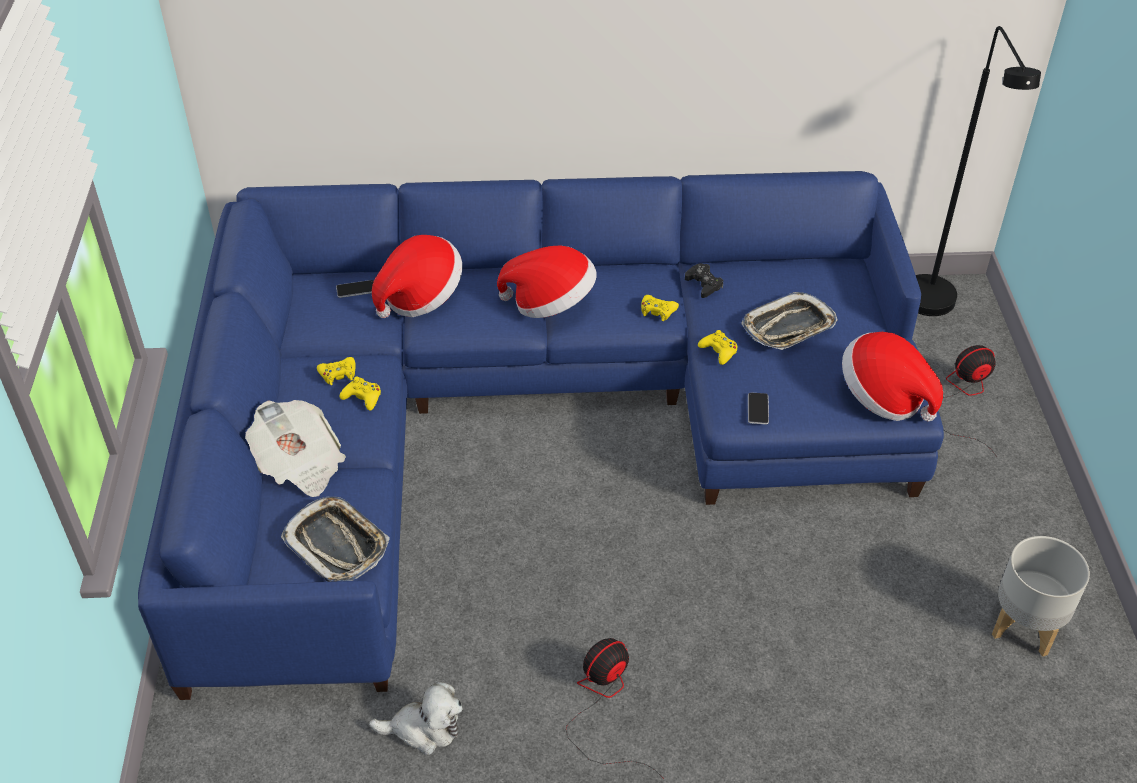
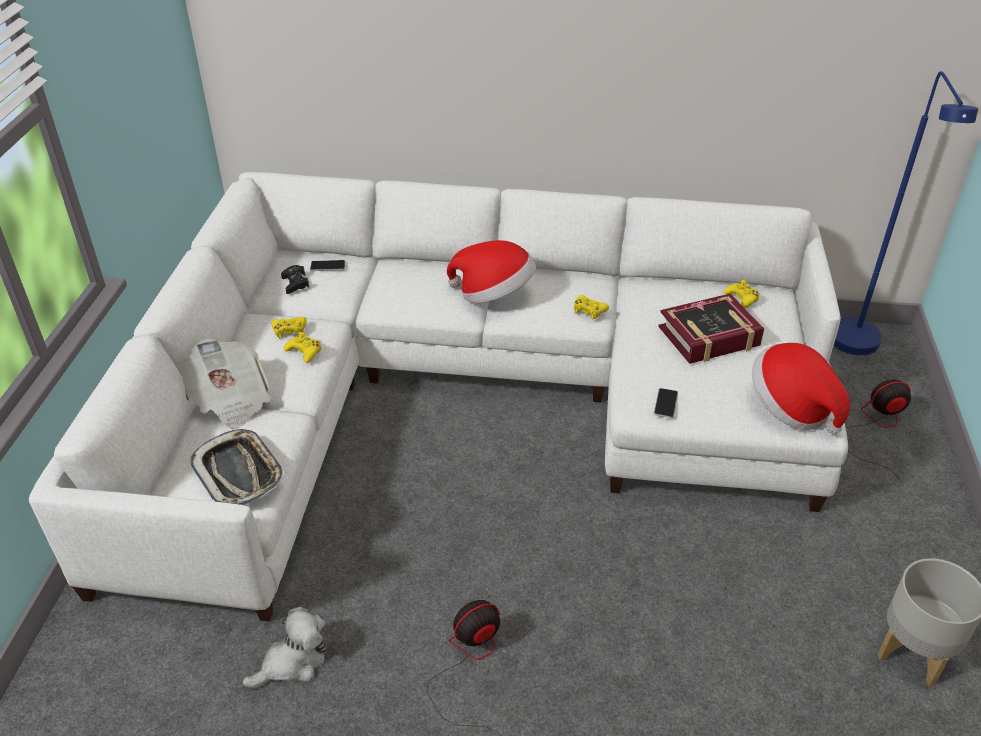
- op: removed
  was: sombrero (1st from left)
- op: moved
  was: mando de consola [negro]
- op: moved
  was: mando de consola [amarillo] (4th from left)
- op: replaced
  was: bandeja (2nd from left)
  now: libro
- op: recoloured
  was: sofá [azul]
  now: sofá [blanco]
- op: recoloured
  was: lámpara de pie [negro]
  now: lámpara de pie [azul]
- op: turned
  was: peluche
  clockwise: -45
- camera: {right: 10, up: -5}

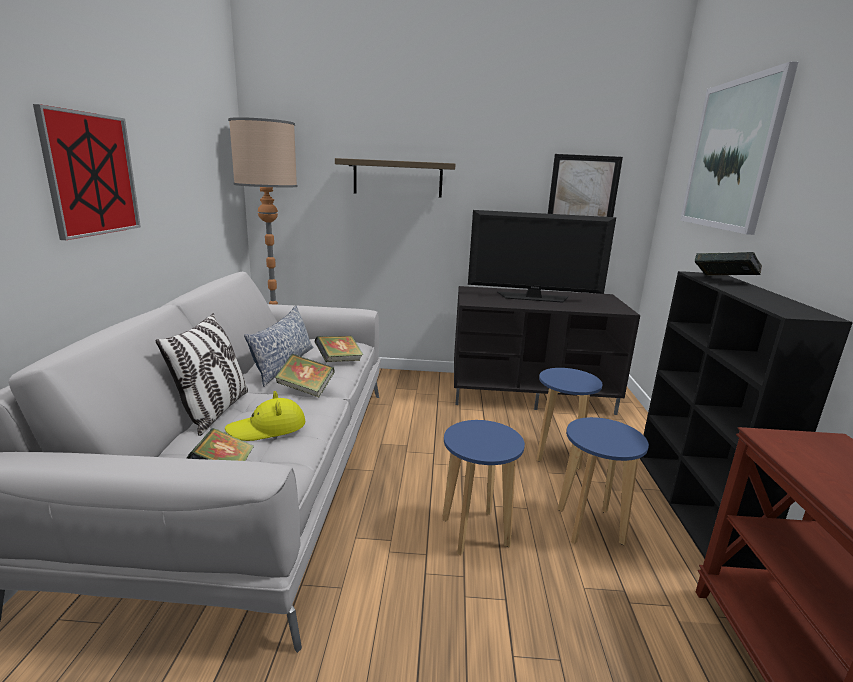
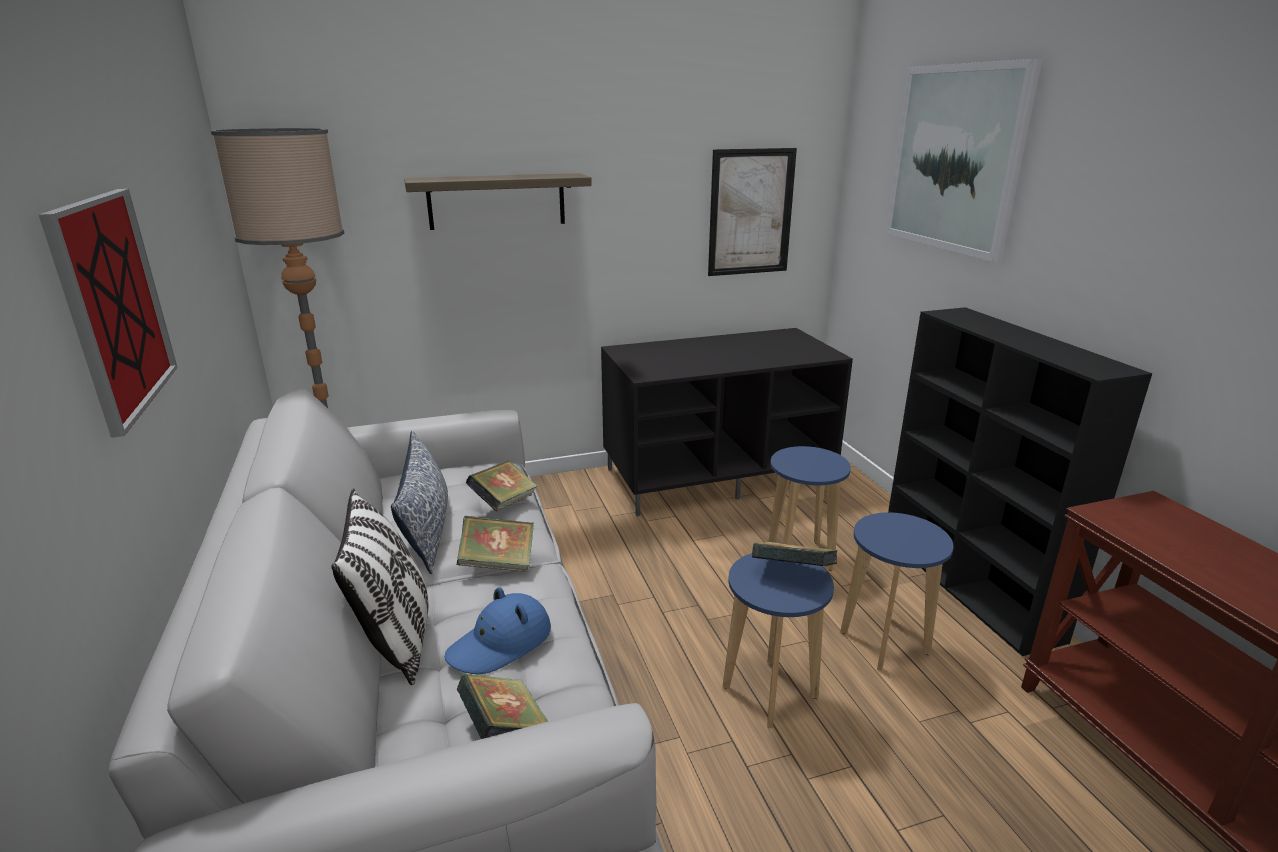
- op: removed
  was: televisor
- op: moved
  was: libro (4th from left)
- op: recoloured
  was: sombrero [amarillo]
  now: sombrero [azul]
- camera: {right: -20, up: 5}

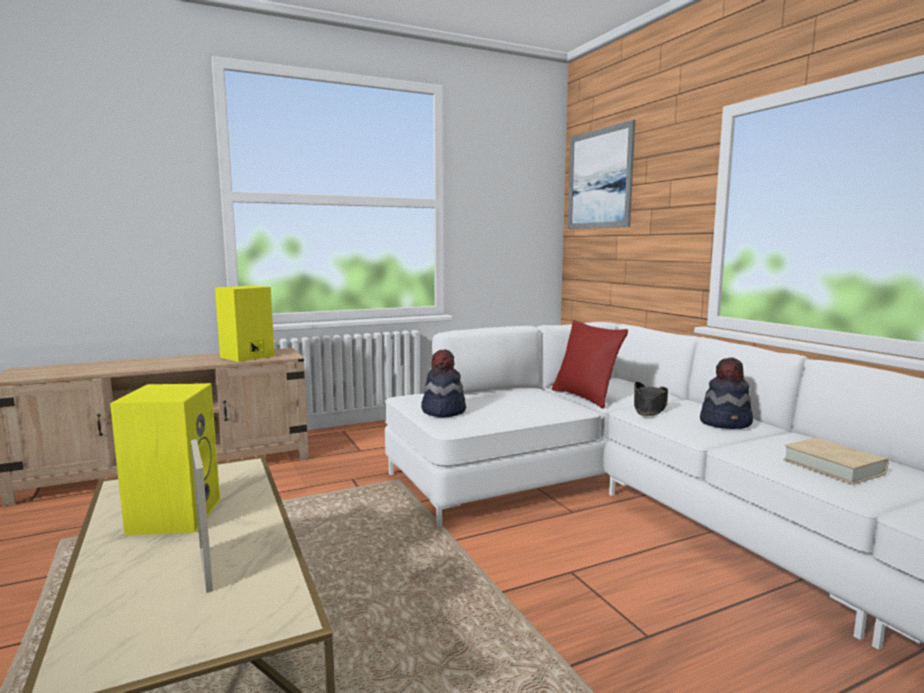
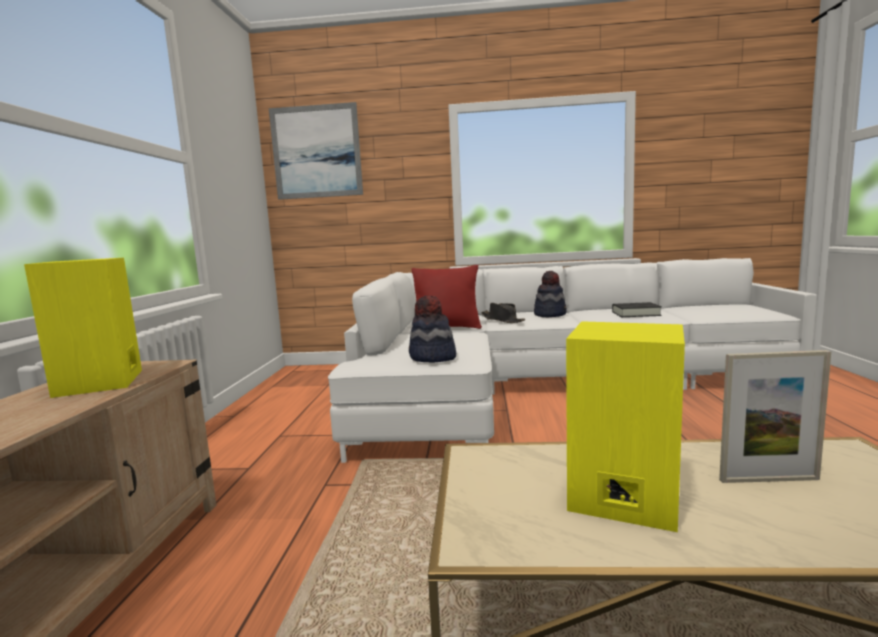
- op: recoloured
  was: libro [beis]
  now: libro [negro]
- camera: {right: -60, up: 0}

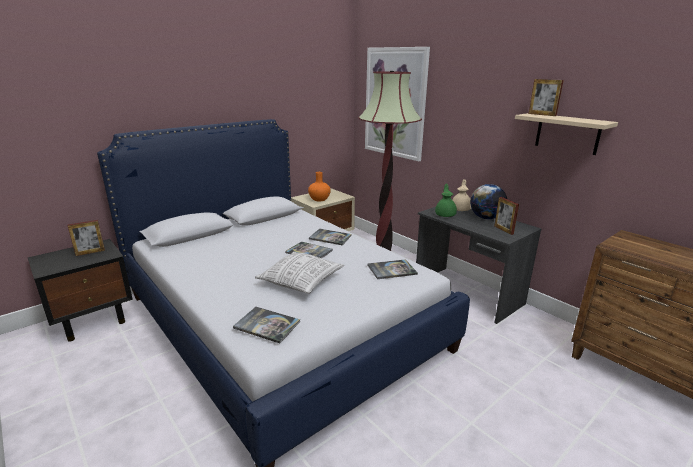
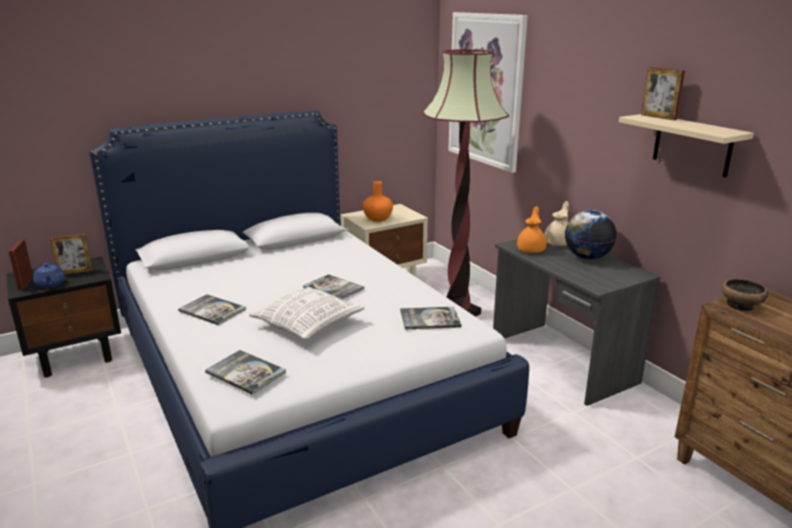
- op: added
  now: tetera [azul]
- op: added
  now: cuenco
- op: moved
  was: libro (3rd from left in the first image)
  now: libro (1st from left)
- op: moved
  was: portarretratos (2nd from left in the first image)
  now: portarretratos (1st from left)
- op: recoloured
  was: tetera [verde]
  now: tetera [naranja]
- camera: {right: 10, up: 0}

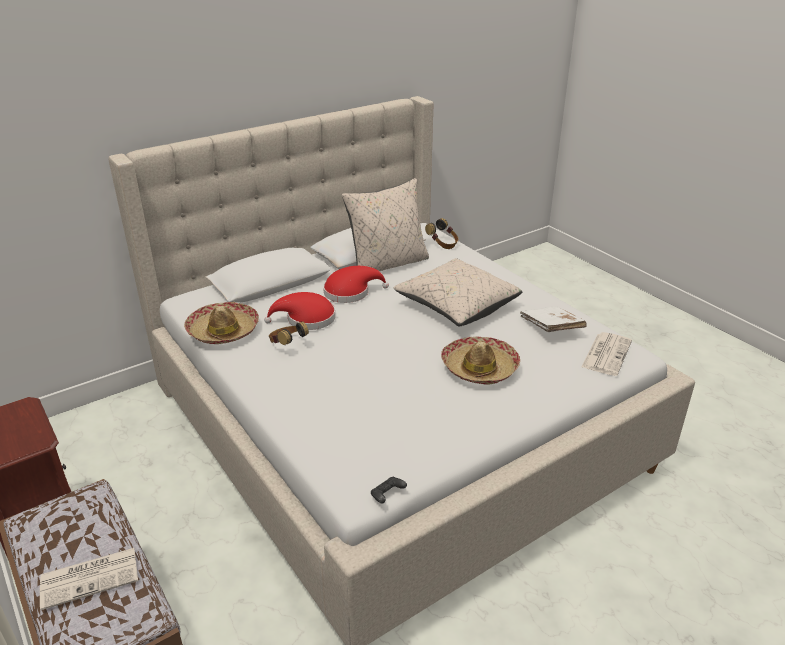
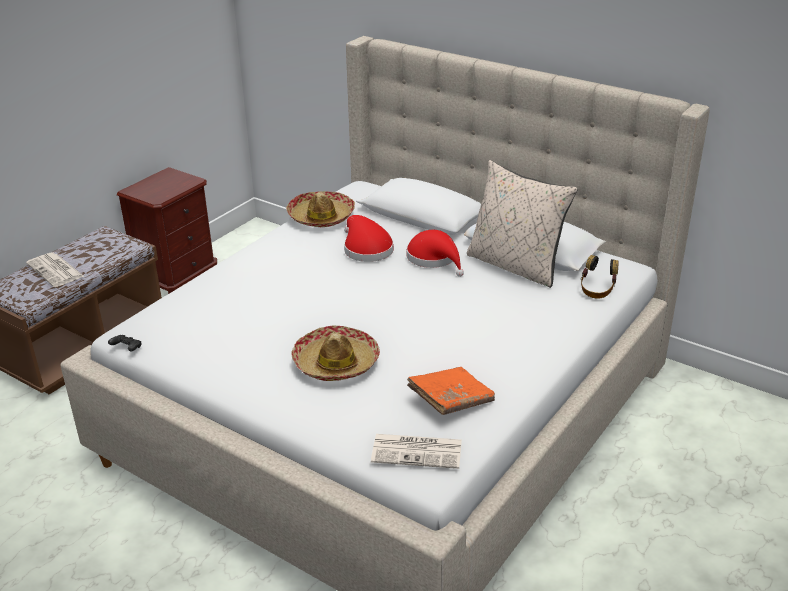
- op: removed
  was: auriculares (1st from left)
- op: removed
  was: cojín [beis] (2nd from left)
- op: recoloured
  was: libro [blanco]
  now: libro [naranja]
- camera: {right: 70, up: 0}

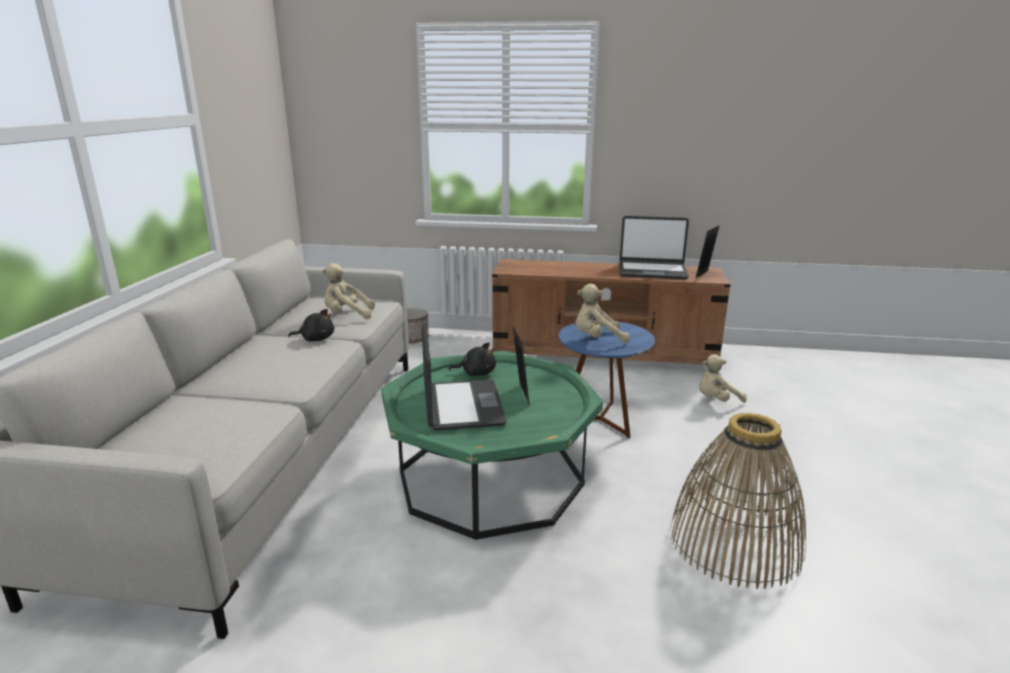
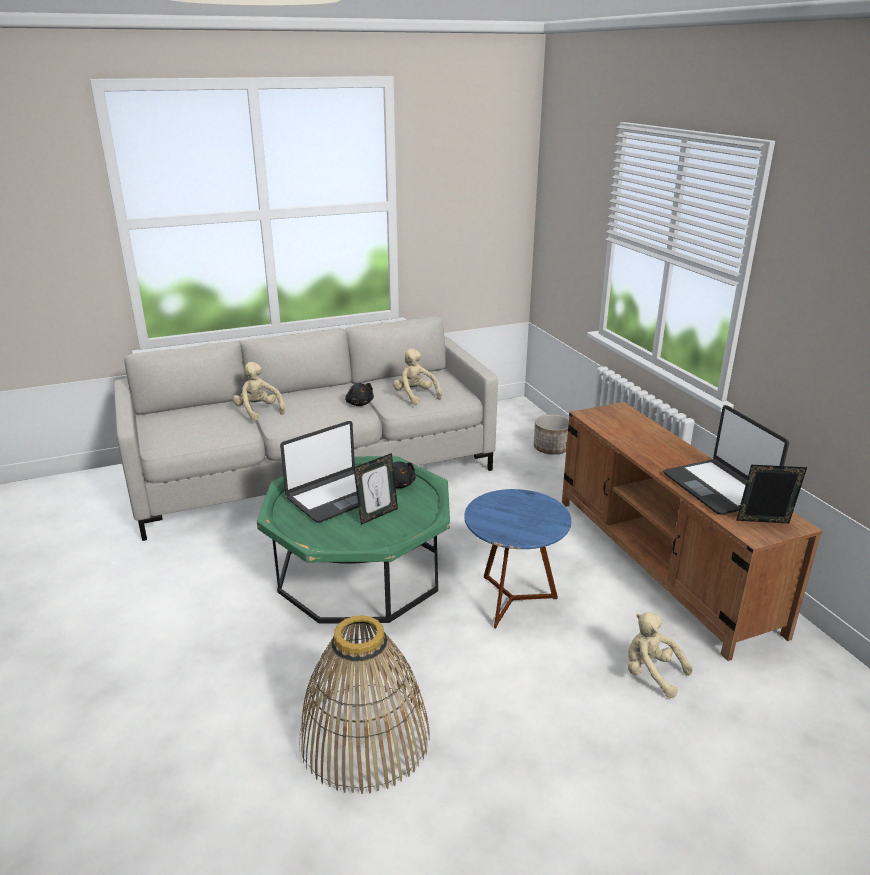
- op: moved
  was: peluche [beis] (2nd from left in the first image)
  now: peluche [beis] (1st from left)
- camera: {right: 60, up: 5}

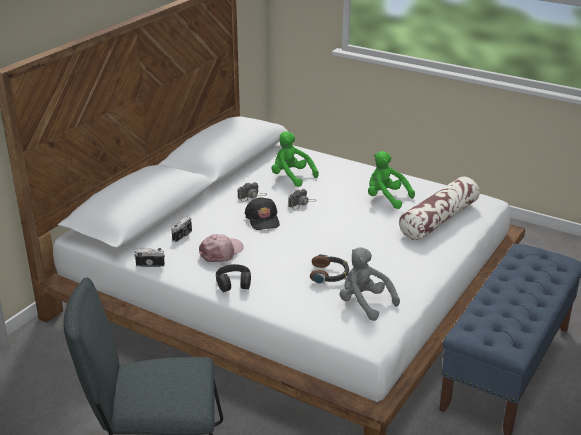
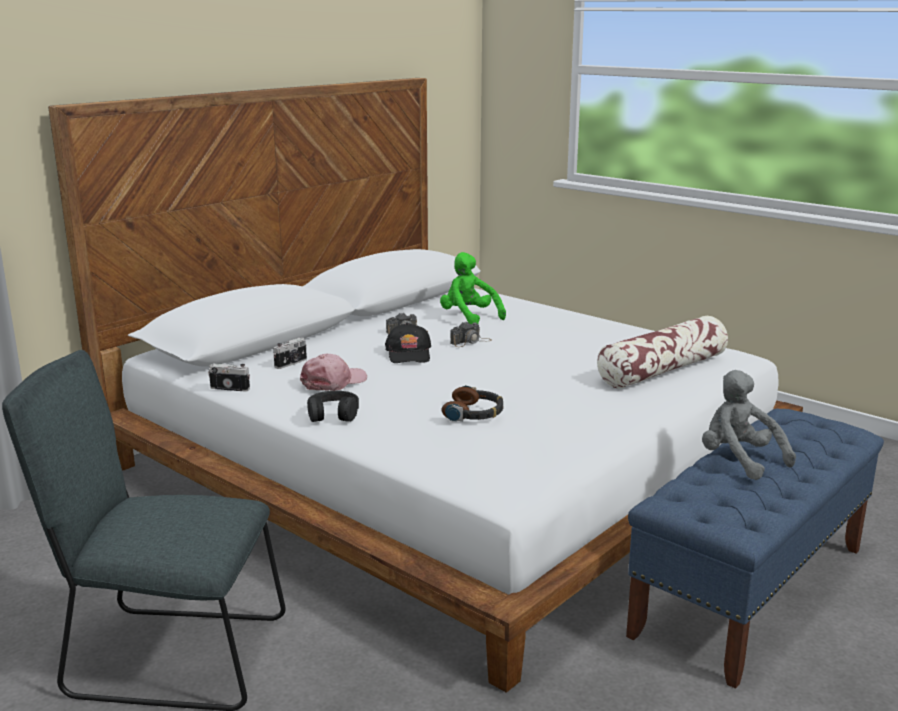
- op: removed
  was: peluche [verde] (2nd from left)
- op: moved
  was: peluche [gris]
- camera: {right: 10, up: -10}

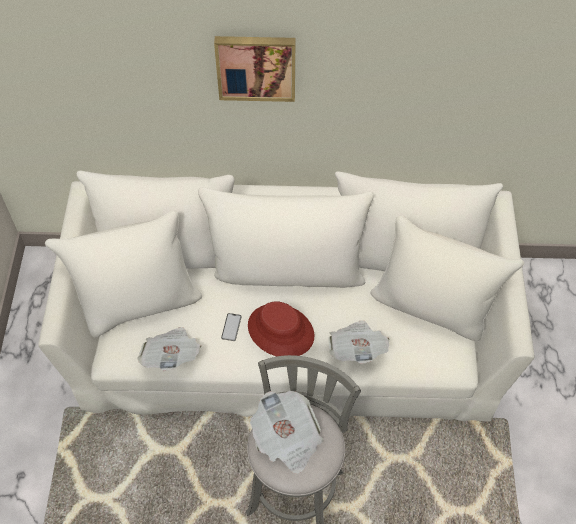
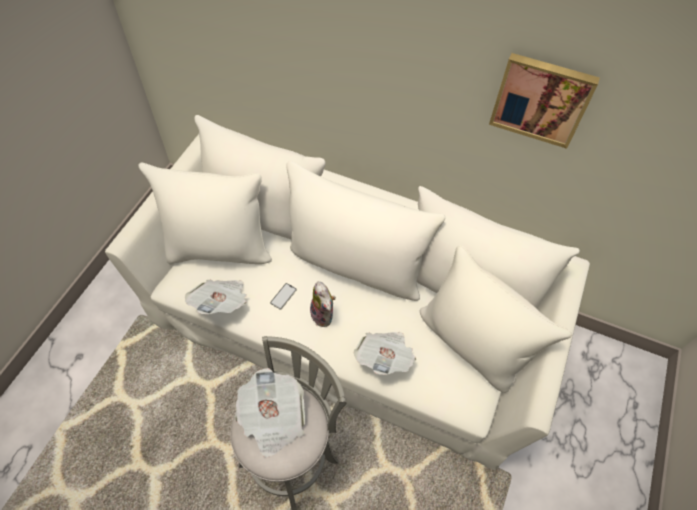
- op: moved
  was: cuadro
- op: replaced
  was: sombrero [rojo]
  now: peluche
- camera: {right: 20, up: 0}

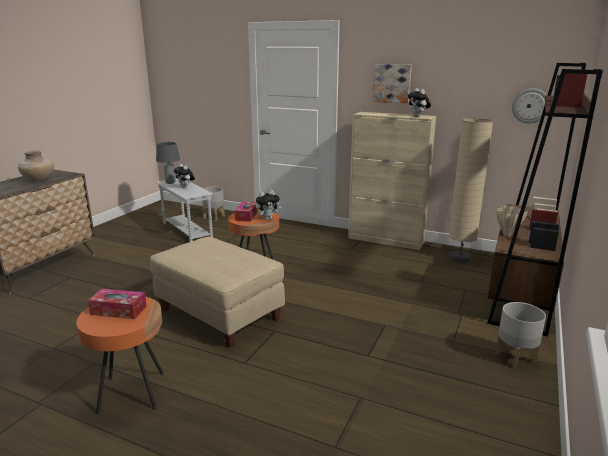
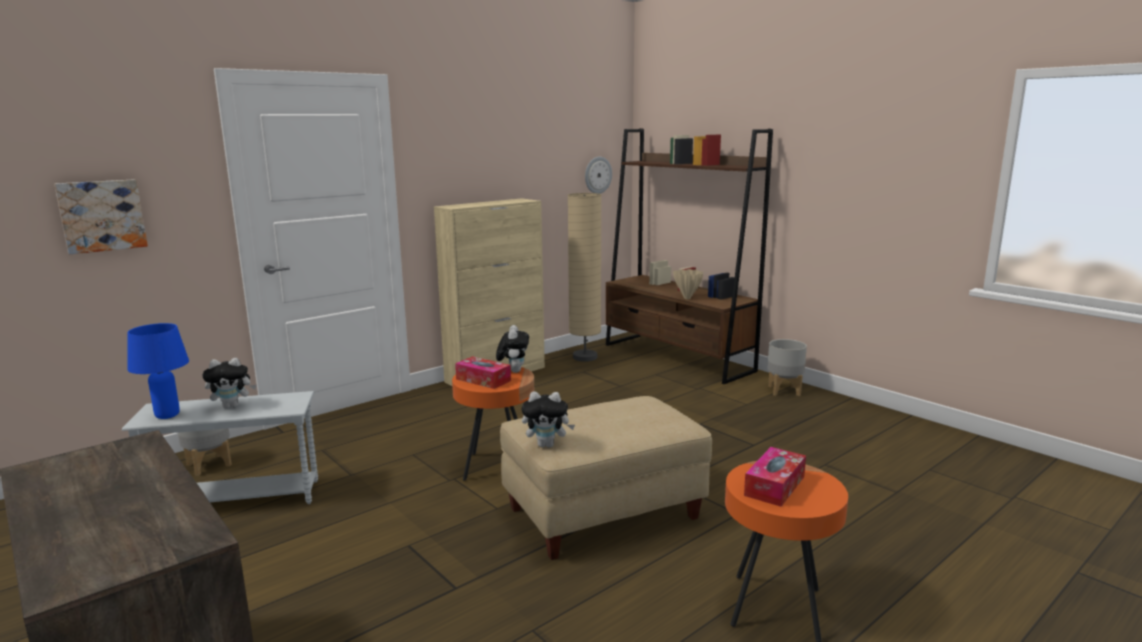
- op: removed
  was: florero [beis] (1st from left)
- op: moved
  was: cuadro
- op: moved
  was: peluche (3rd from left)
- op: recoloured
  was: lámpara de mesa [gris]
  now: lámpara de mesa [azul]
- camera: {right: -65, up: -5}

